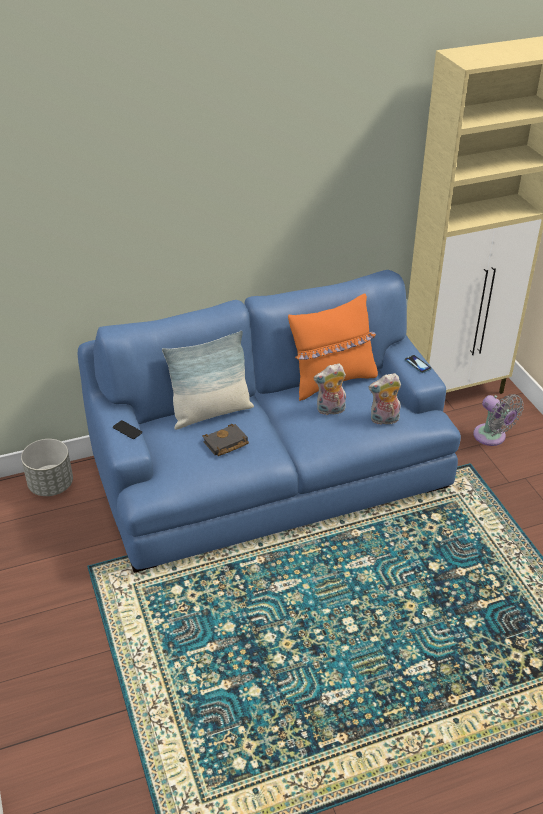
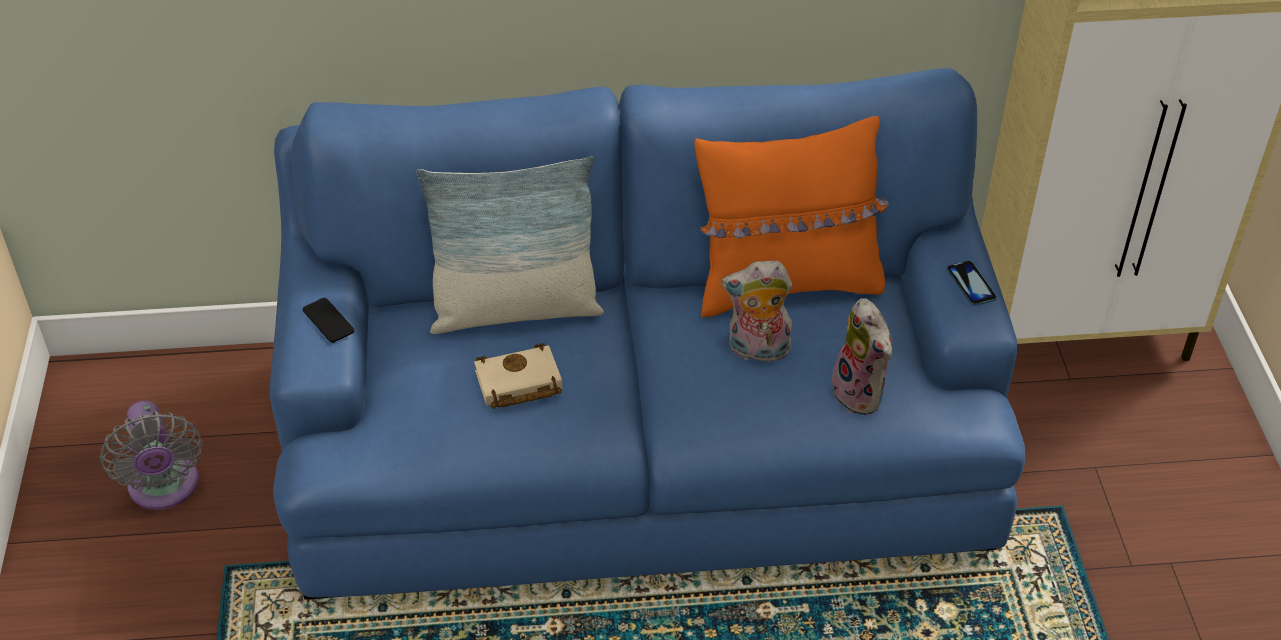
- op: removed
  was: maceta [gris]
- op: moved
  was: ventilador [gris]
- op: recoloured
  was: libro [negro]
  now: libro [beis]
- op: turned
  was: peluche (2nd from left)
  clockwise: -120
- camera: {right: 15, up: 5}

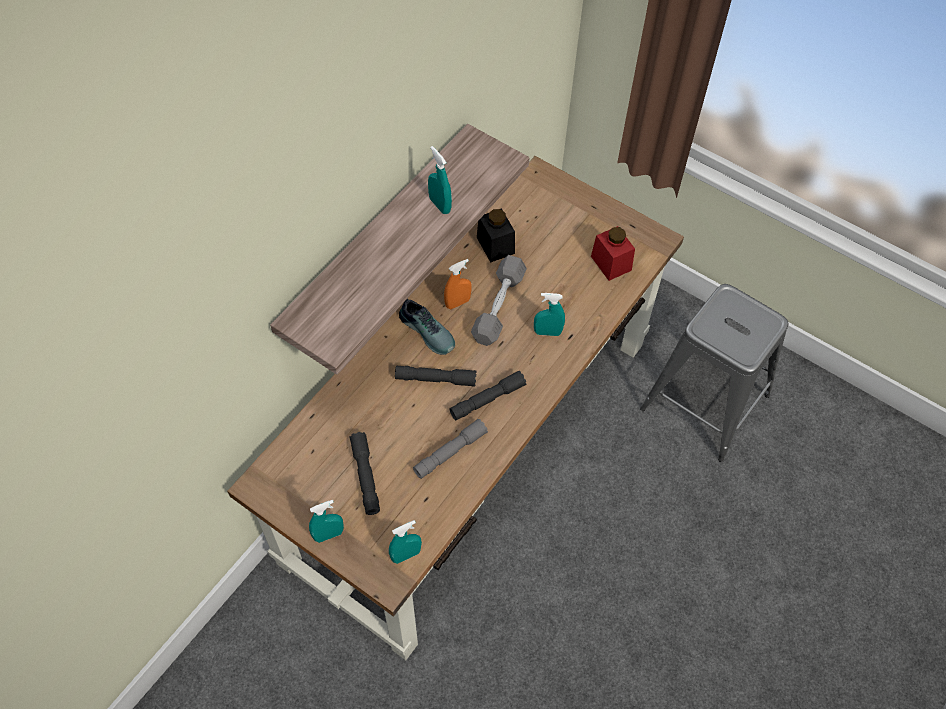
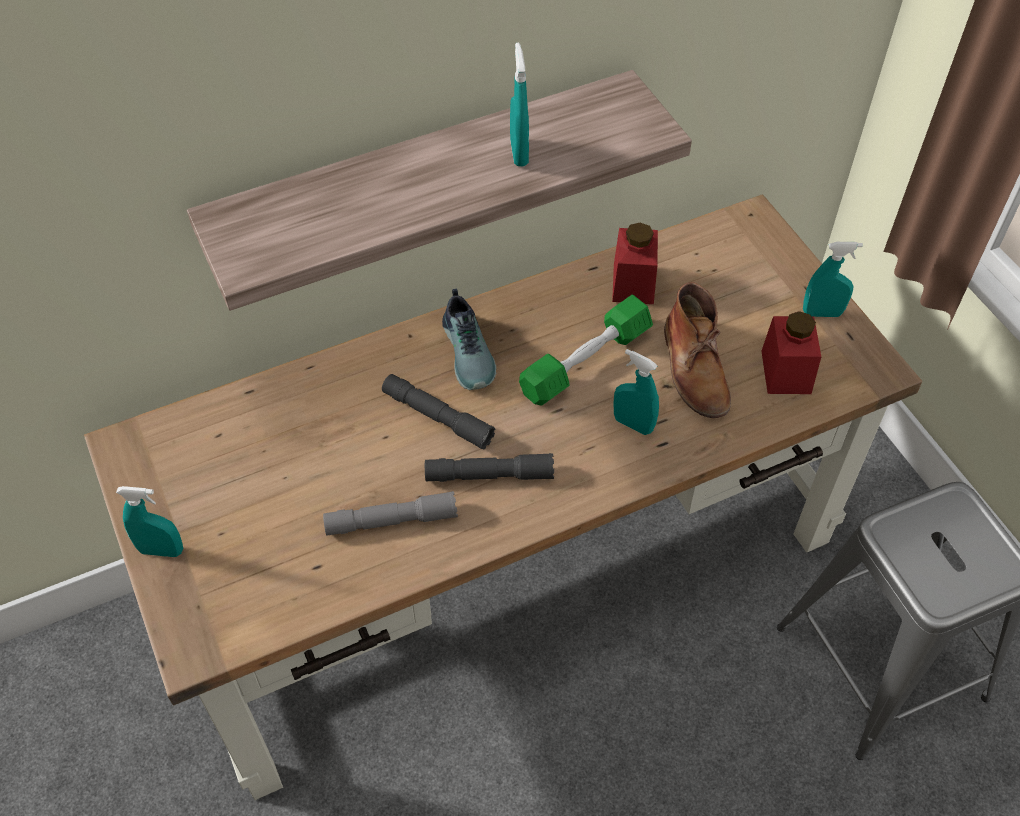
- op: removed
  was: linterna [gris] (1st from left)
- op: removed
  was: pulverizador [naranja]
- op: added
  now: bota [marrón]
- op: moved
  was: pulverizador [turquesa] (2nd from left in the first image)
  now: pulverizador [turquesa] (4th from left)
- op: recoloured
  was: mancuerna [gris]
  now: mancuerna [verde]
- op: recoloured
  was: tarro [negro]
  now: tarro [rojo] (1st from left)
- camera: {right: 30, up: -5}

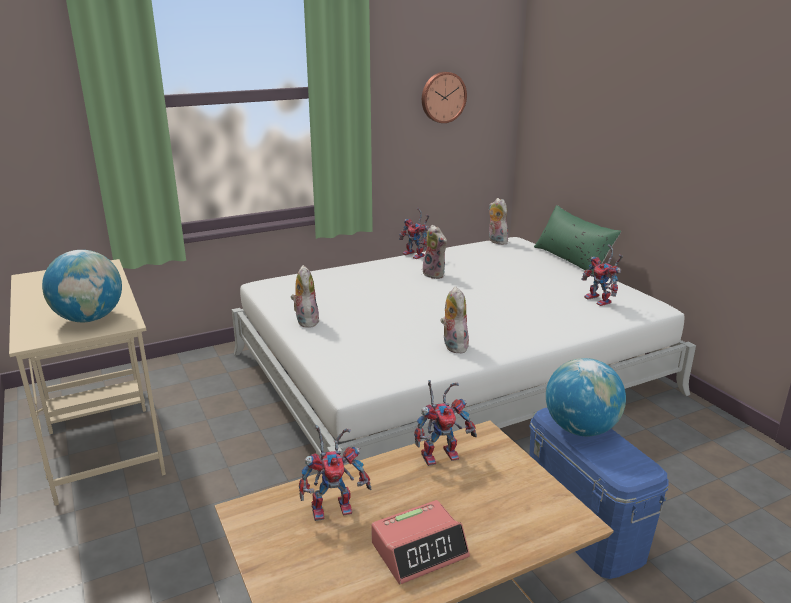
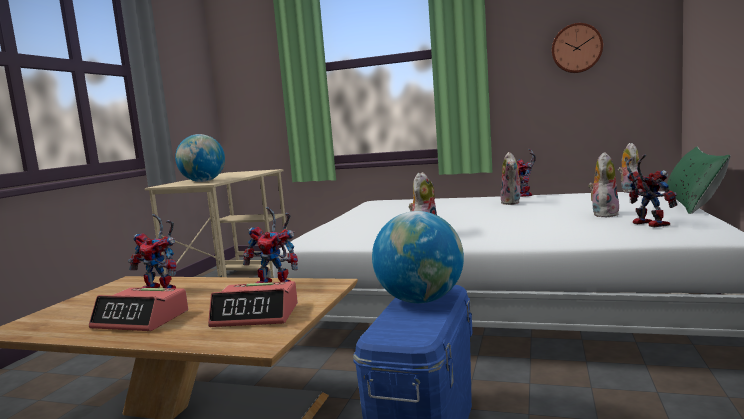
- op: added
  now: despertador (2nd from left)
- op: moved
  was: peluche (1st from left in the first image)
  now: peluche (3rd from left)
- op: turned
  was: robot de juguete (4th from left)
  clockwise: 150
- camera: {right: 45, up: -15}

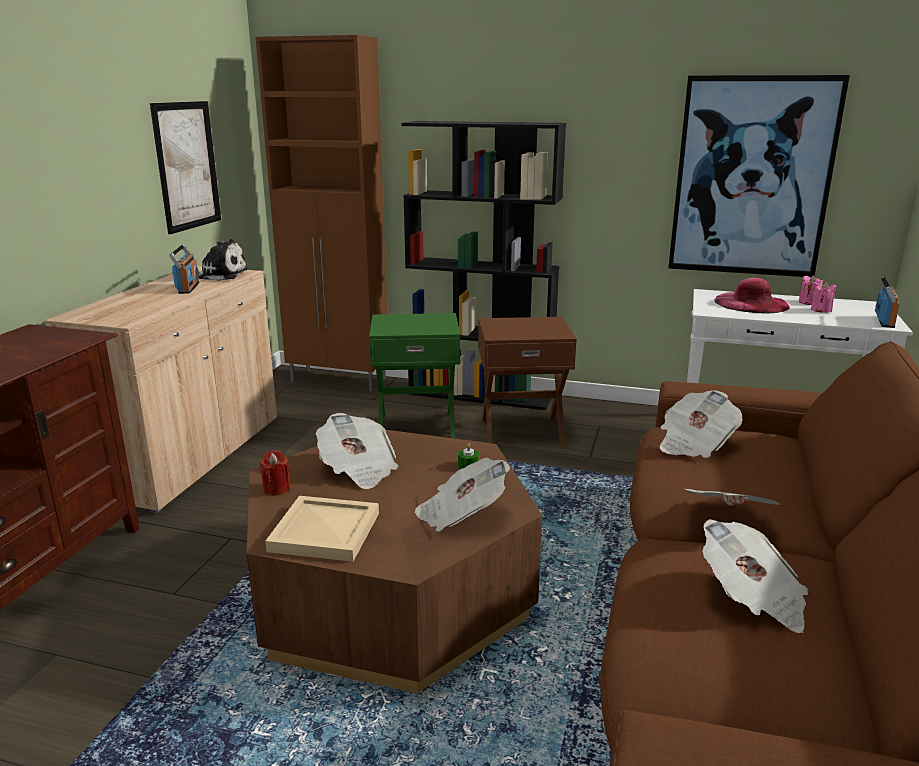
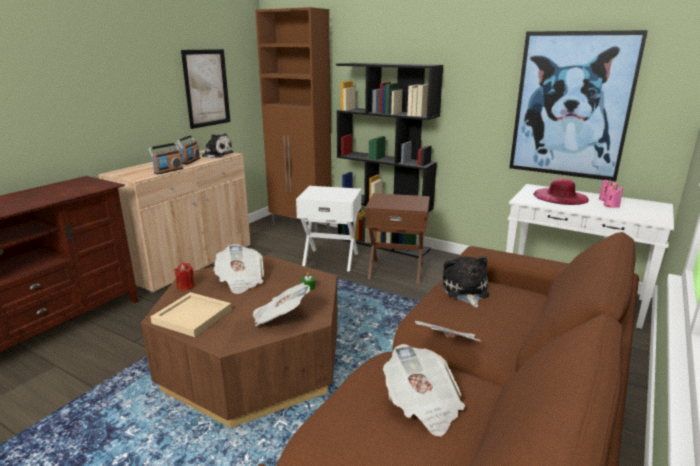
- op: moved
  was: radio (2nd from left in the first image)
  now: radio (1st from left)
- op: replaced
  was: periódico (3rd from left)
  now: peluche (2nd from left)
- op: recoloured
  was: mesa auxiliar [verde]
  now: mesa auxiliar [blanco]
- camera: {right: 15, up: 0}

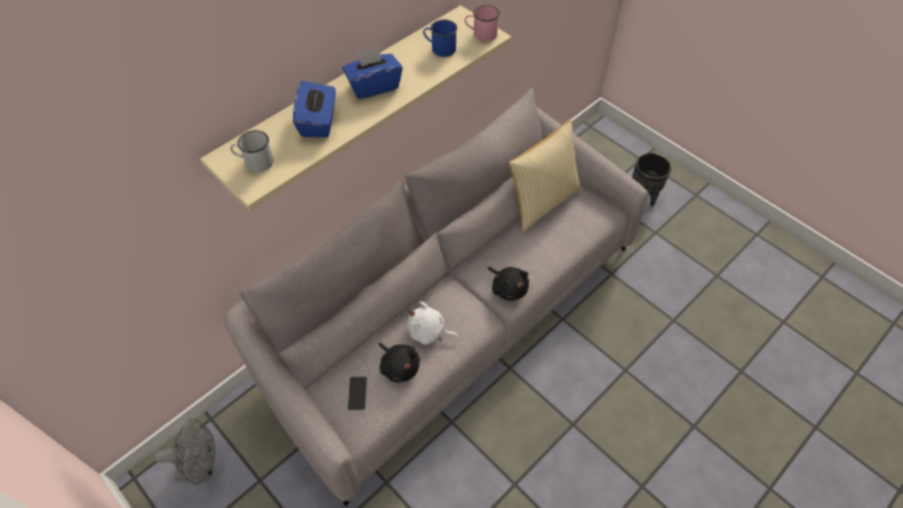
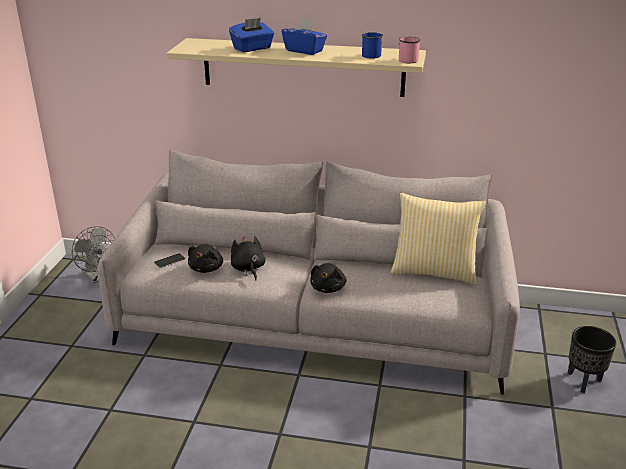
- op: removed
  was: taza grande [blanco]
- op: recoloured
  was: peluche [blanco]
  now: peluche [negro] (2nd from left)
- camera: {right: 55, up: -25}

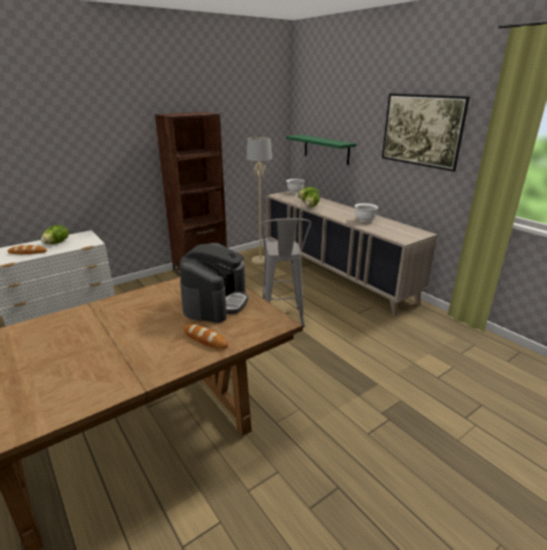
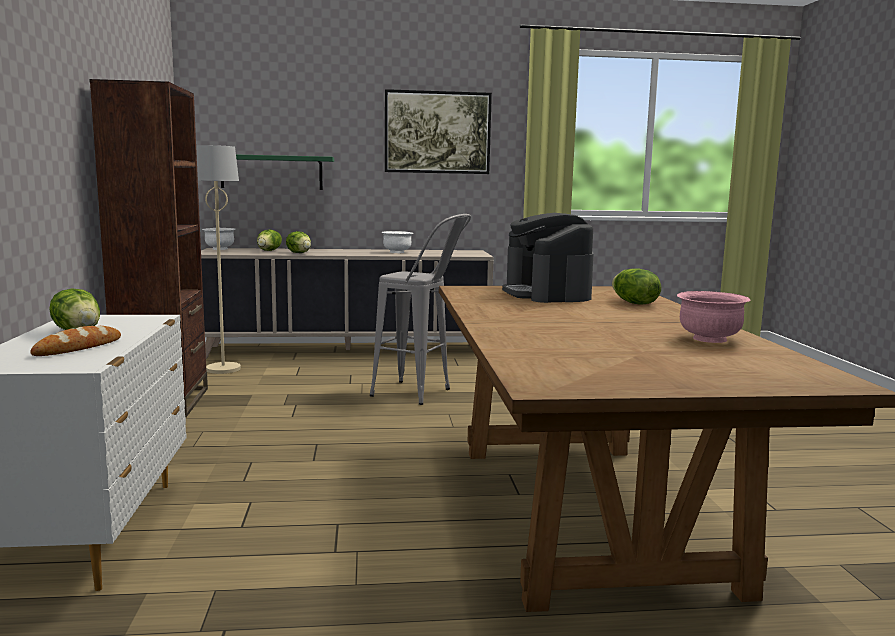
- op: added
  now: cuenco [rosa]
- op: replaced
  was: pan (2nd from left)
  now: lechuga (4th from left)
- op: turned
  was: cafetera
  clockwise: -150
- camera: {right: -60, up: -15}

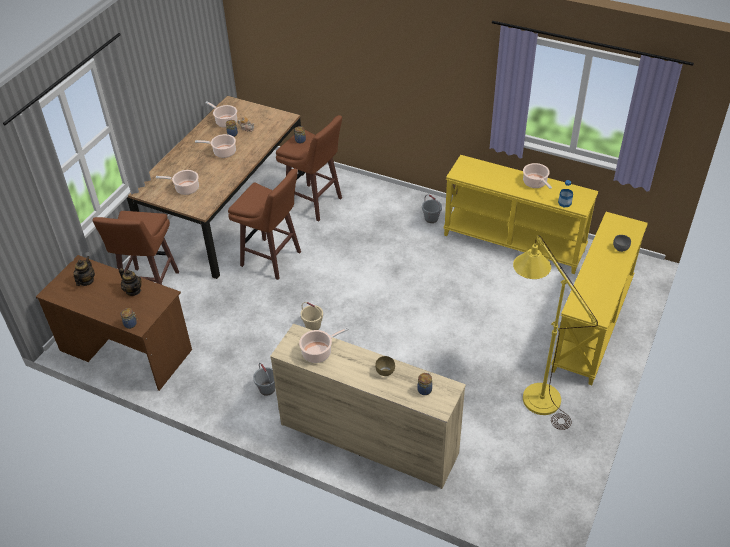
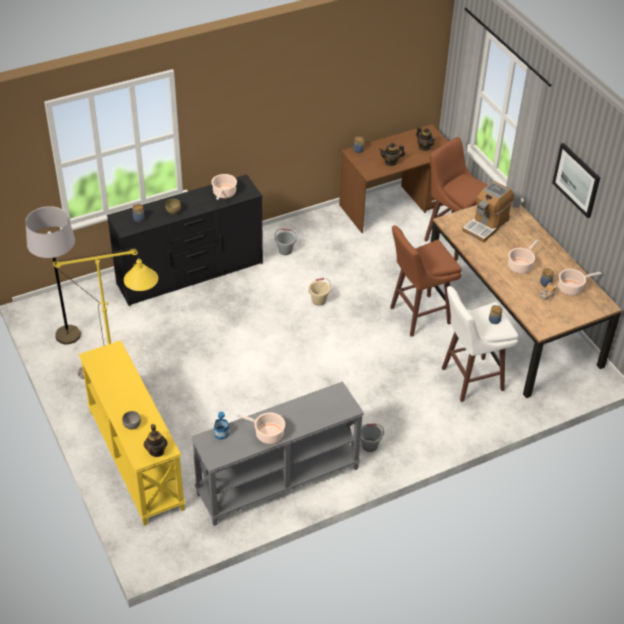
- op: added
  now: lámpara de pie [gris]
- op: added
  now: tetera (1st from left)
- op: added
  now: cuadro
- op: replaced
  was: olla (1st from left)
  now: cafetera
- op: recoloured
  was: cómoda [beis]
  now: cómoda [negro]
- op: recoloured
  was: taburete [marrón] (3rd from left)
  now: taburete [blanco]
- op: recoloured
  was: mesa consola [amarillo] (1st from left)
  now: mesa consola [gris]
- camera: {right: 125, up: 0}

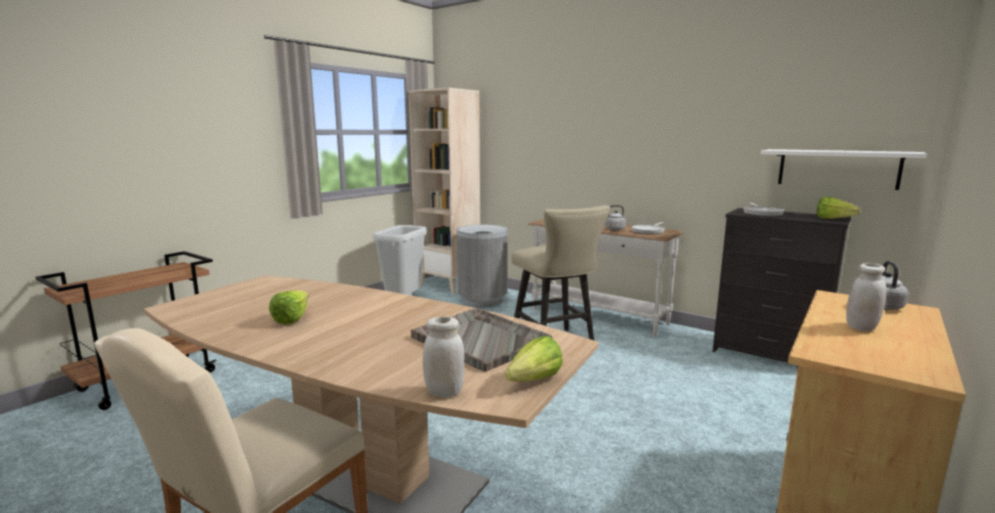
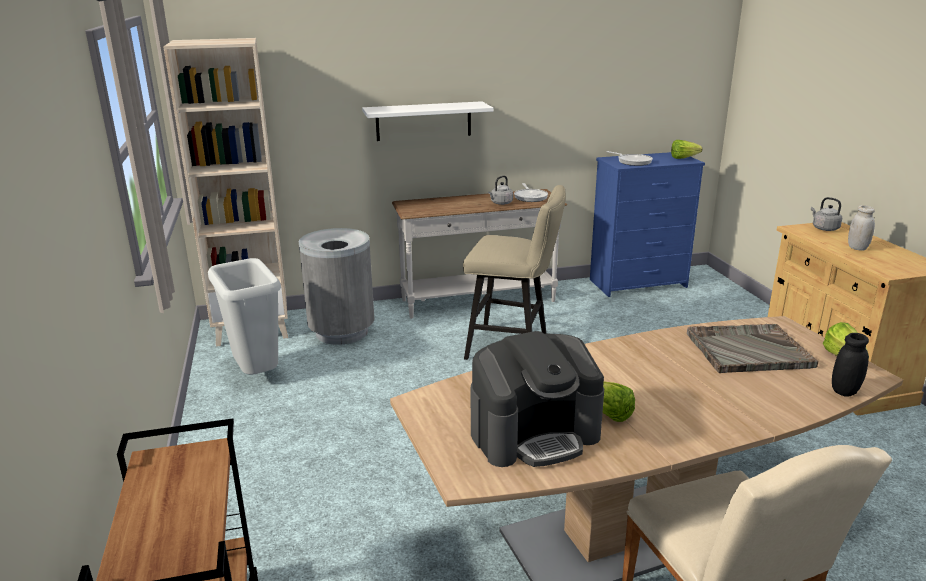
- op: added
  now: cafetera
- op: moved
  was: estante [blanco]
- op: recoloured
  was: tarro [blanco] (1st from left)
  now: tarro [negro]
- op: recoloured
  was: cómoda [negro]
  now: cómoda [azul]
- camera: {right: -50, up: 10}

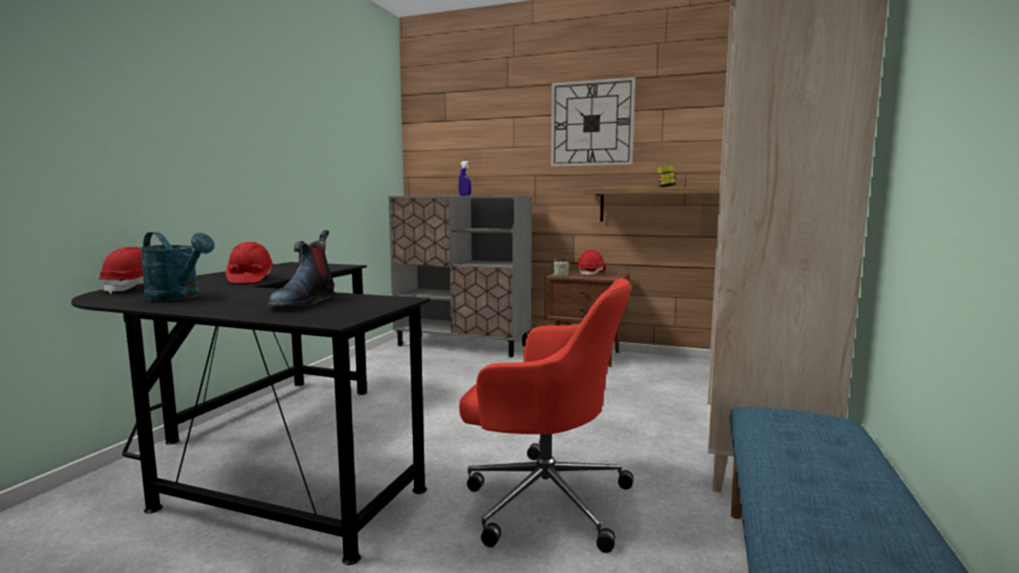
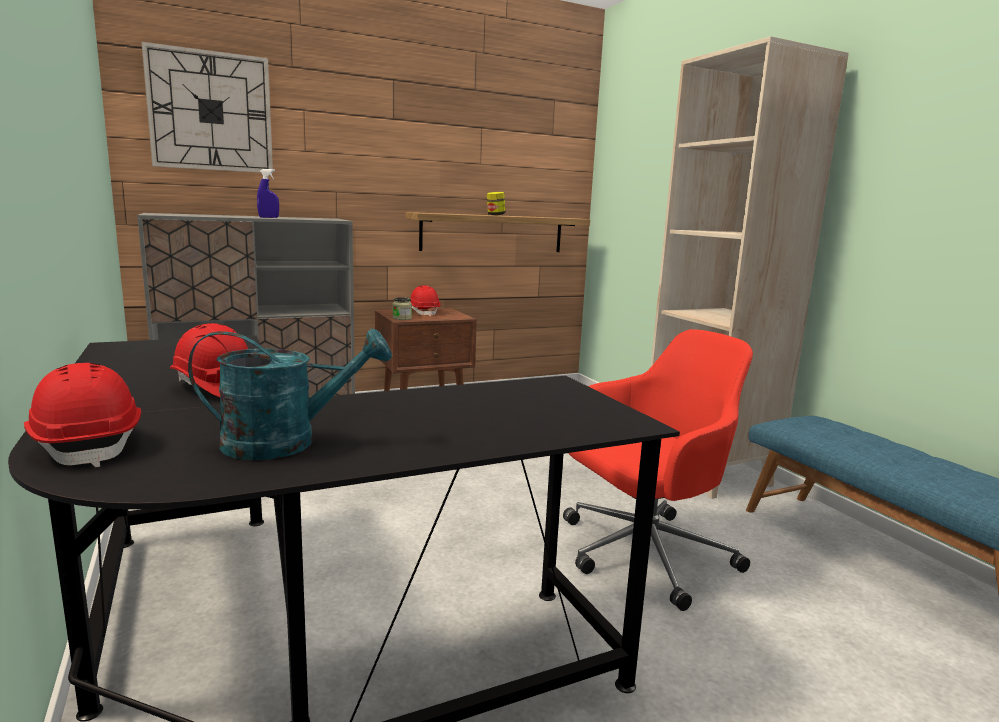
- op: removed
  was: bota
- op: moved
  was: reloj de pared
- camera: {right: -45, up: 5}

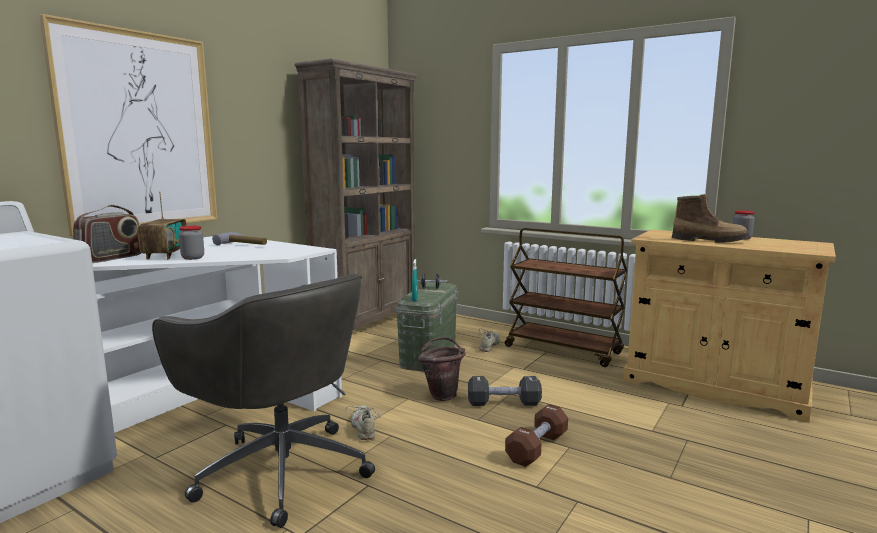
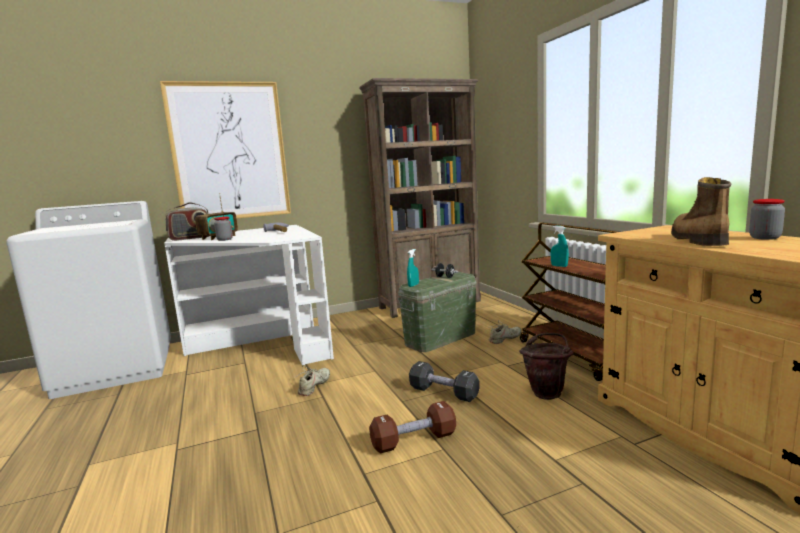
- op: removed
  was: silla de oficina [gris]
- op: added
  now: pulverizador [turquesa] (2nd from left)
- op: moved
  was: cubo [marrón]
- op: turned
  was: bota
  clockwise: -135
- camera: {right: 35, up: 0}

